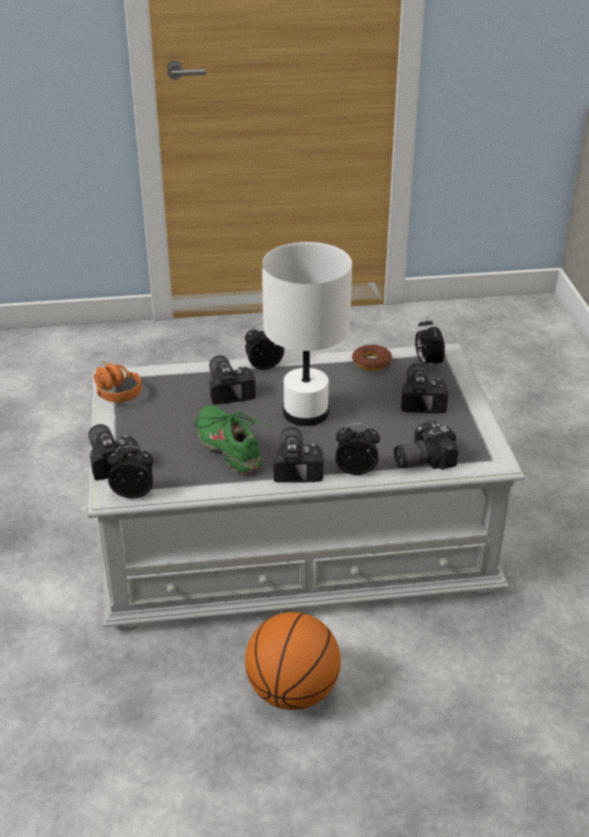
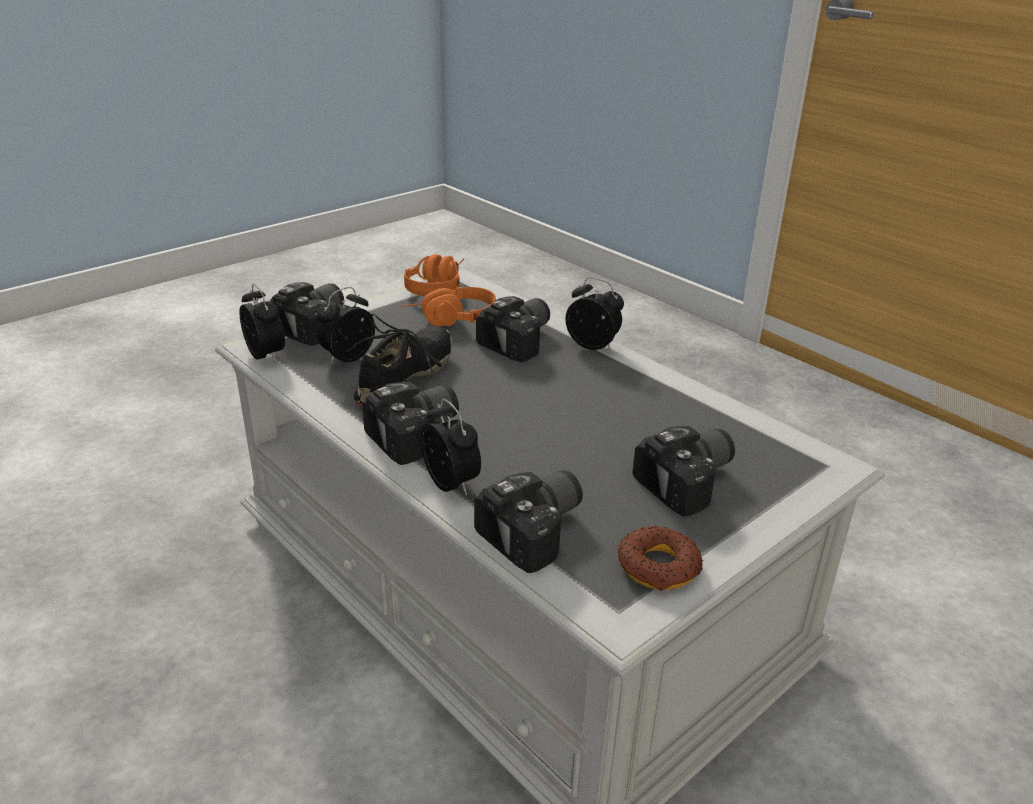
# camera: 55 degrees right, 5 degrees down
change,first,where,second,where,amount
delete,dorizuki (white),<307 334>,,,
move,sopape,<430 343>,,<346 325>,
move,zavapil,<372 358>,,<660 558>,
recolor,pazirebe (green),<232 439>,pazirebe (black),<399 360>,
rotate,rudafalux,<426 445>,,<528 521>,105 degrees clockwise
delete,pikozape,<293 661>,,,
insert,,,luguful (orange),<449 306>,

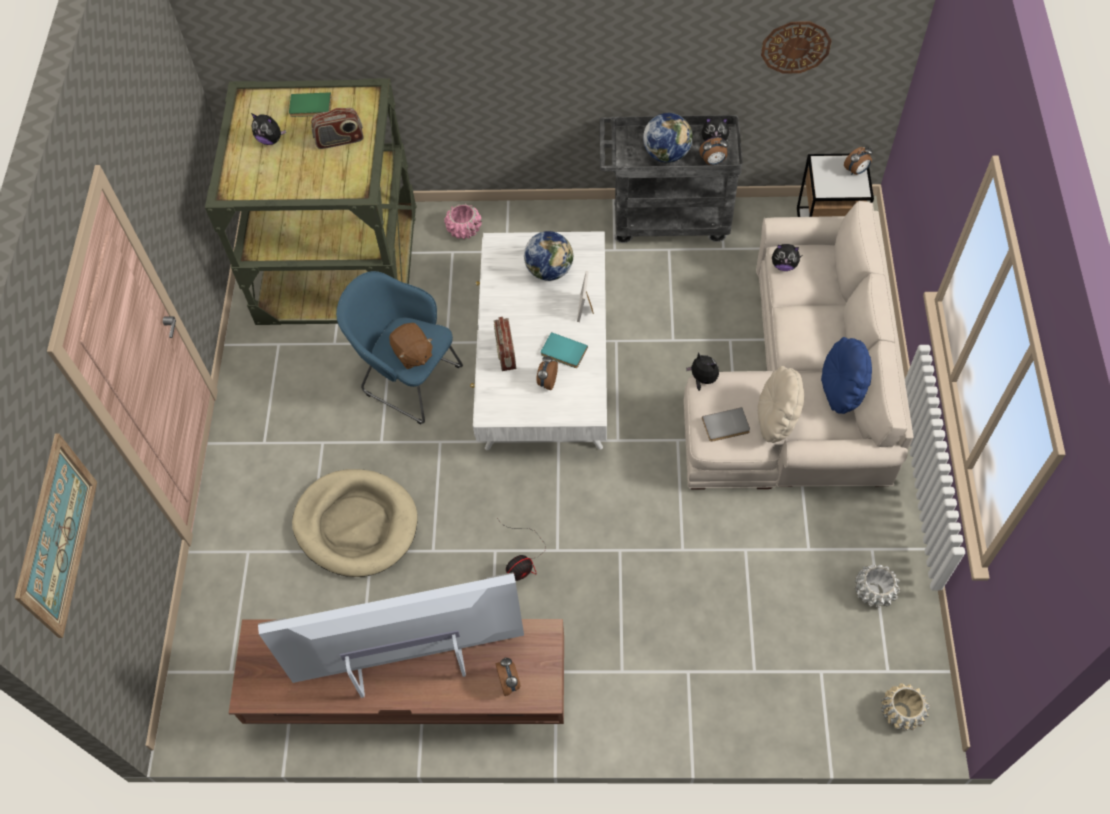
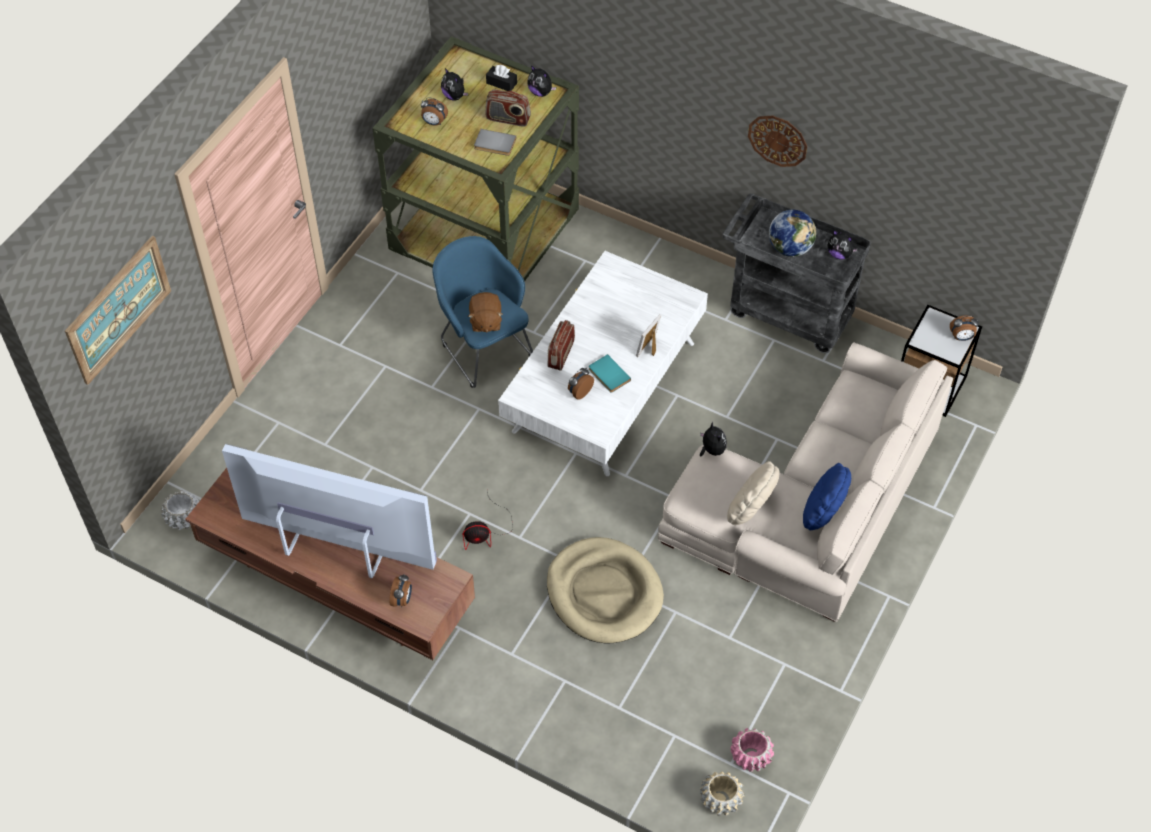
# camera: 25 degrees right, 5 degrees down
change,first,where,second,where,amount
move,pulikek,<796 47>,,<777 141>,
replace,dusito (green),<310 104>,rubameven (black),<501 78>,
move,sopape,<713 151>,,<434 111>,
move,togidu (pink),<463 221>,,<752 750>,
delete,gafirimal,<548 256>,,,
move,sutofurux,<787 257>,,<542 81>,
move,dusito (grey),<726 424>,,<495 142>,
move,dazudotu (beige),<355 523>,,<605 590>,
move,togidu (white),<877 586>,,<180 510>,

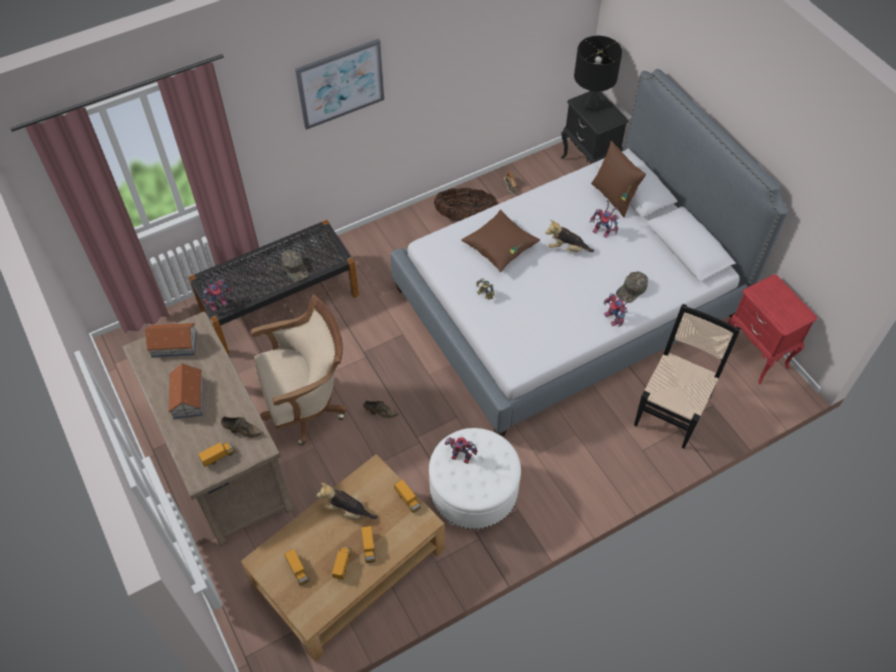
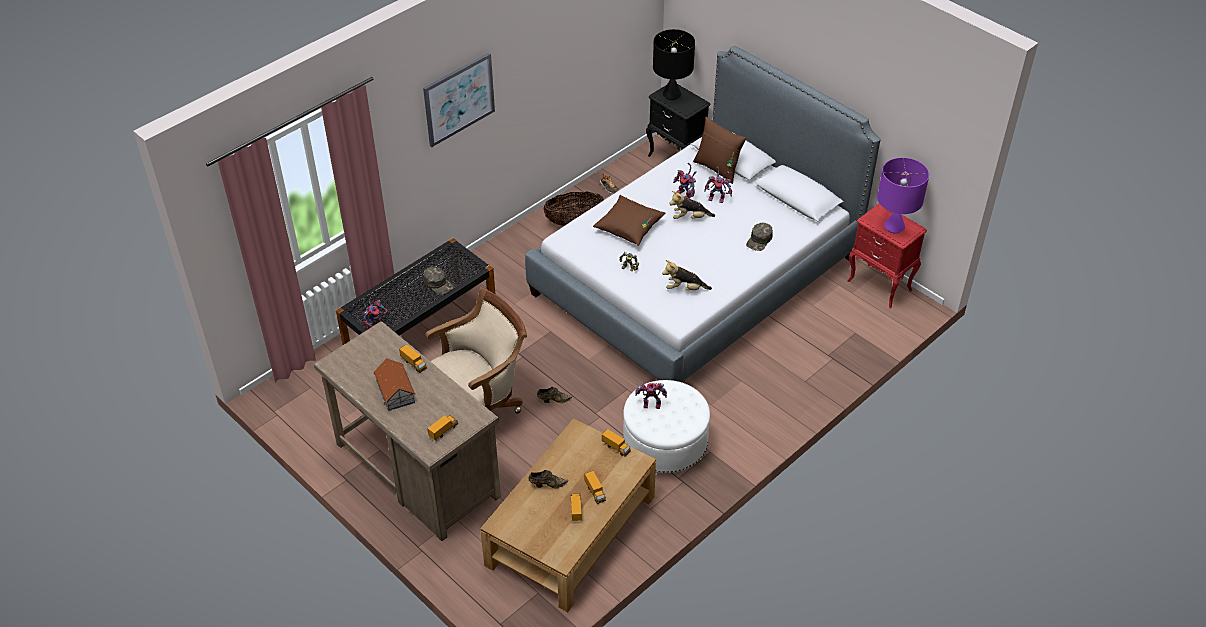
# camera: 15 degrees left, 10 degrees down
change,first,where,second,where,amount
move,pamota,<617 308>,,<685 180>,
delete,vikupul,<687 376>,,,
delete,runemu,<171 340>,,,
move,pazirebe (brown),<242 427>,,<548 479>,
move,sutofurux,<347 501>,,<687 275>,
move,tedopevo,<296 567>,,<413 358>,
insert,,,dorizuki (purple),<903 195>,

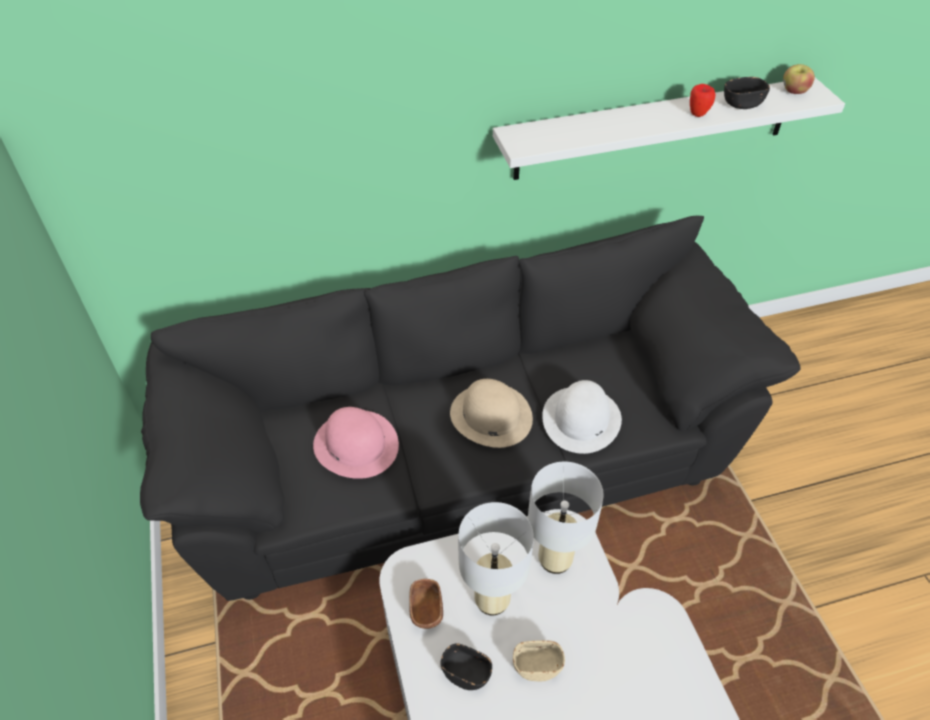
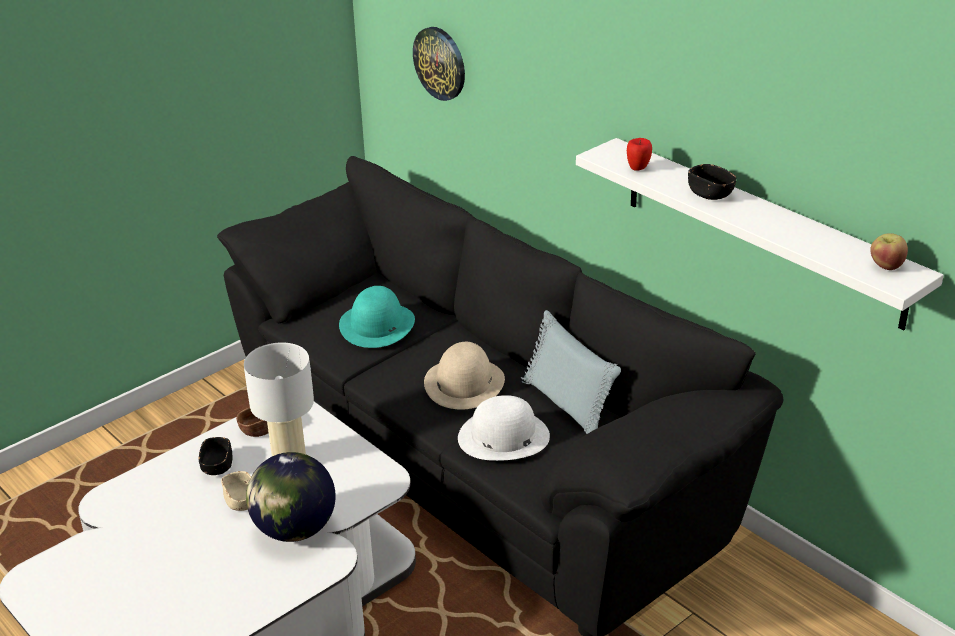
# camera: 65 degrees right, 15 degrees down
change,first,where,second,where,amount
move,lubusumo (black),<747 93>,,<712 182>,
move,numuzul,<703 100>,,<639 154>,
recolor,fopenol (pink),<356 443>,fopenol (turquoise),<377 317>,
delete,dorizuki (white),<566 517>,,,
insert,,,pulikek,<439 64>,
insert,,,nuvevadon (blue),<571 372>,
insert,,,gafirimal,<290 497>,

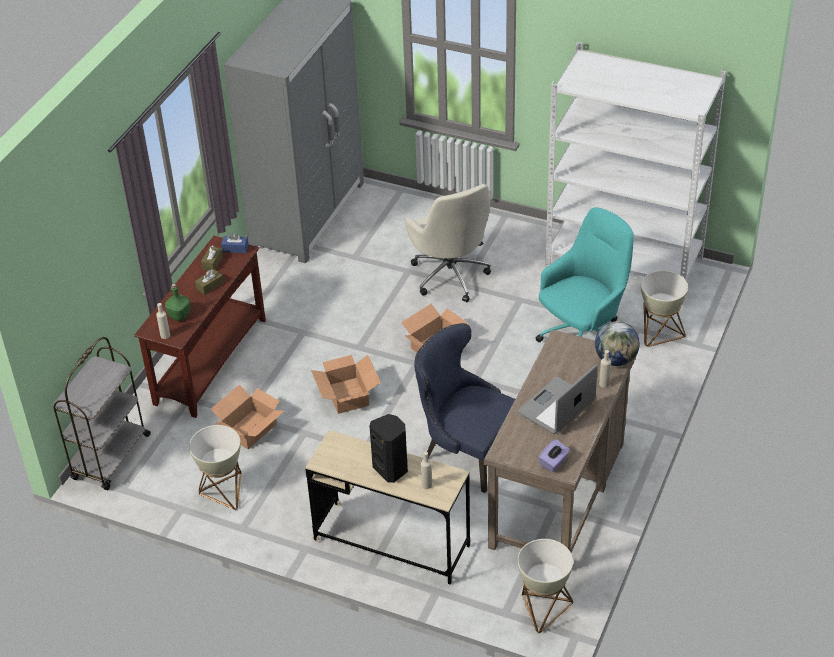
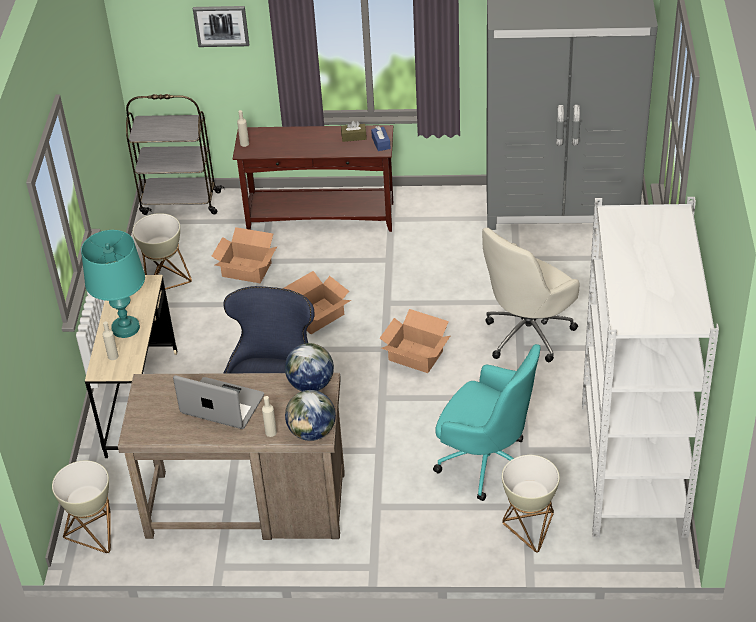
# camera: 70 degrees right, 0 degrees up
change,first,where,second,where,amount
delete,rubameven (brown),<209 282>,,,
delete,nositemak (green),<177 302>,,,
replace,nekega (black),<389 448>,dorizuki (turquoise),<113 284>,
delete,rubameven (purple),<554 455>,,,
insert,,,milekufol,<221 26>,
insert,,,gafirimal,<309 367>,

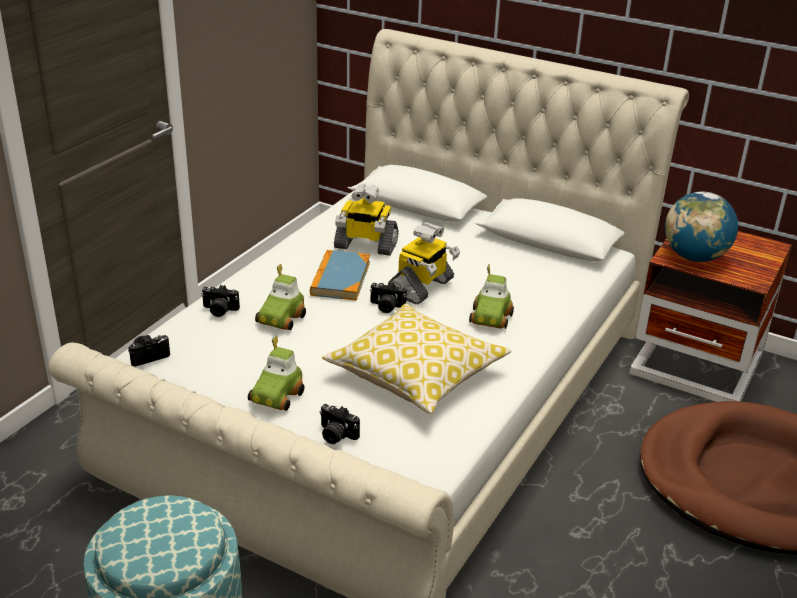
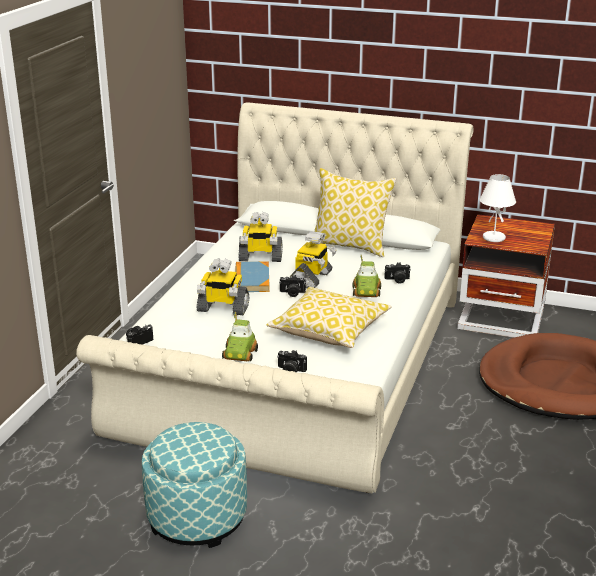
# camera: 10 degrees left, 5 degrees down
change,first,where,second,where,amount
replace,gafirimal,<701 227>,dorizuki (white),<497 208>,
replace,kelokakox,<280 297>,pamota,<223 286>,
move,rudafalux,<220 301>,,<397 273>,
insert,,,nuvevadon,<355 212>,

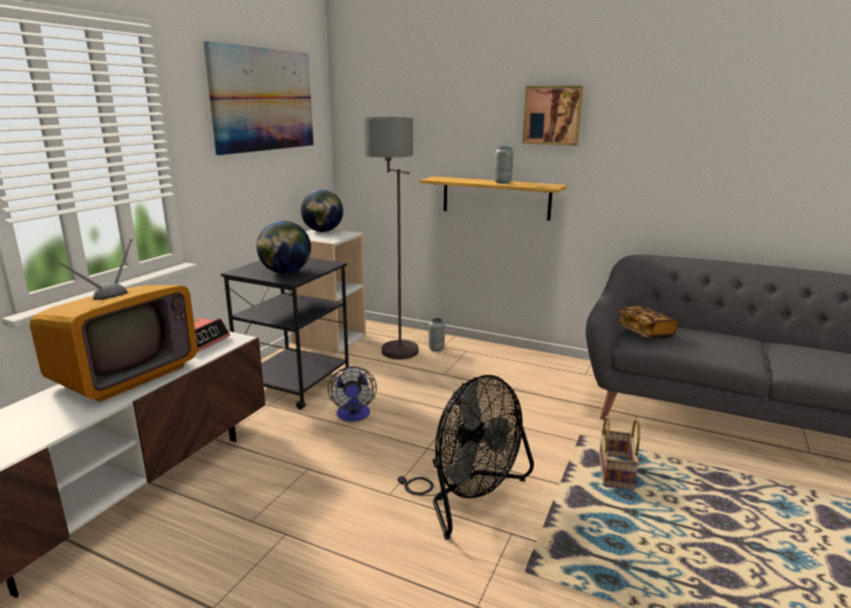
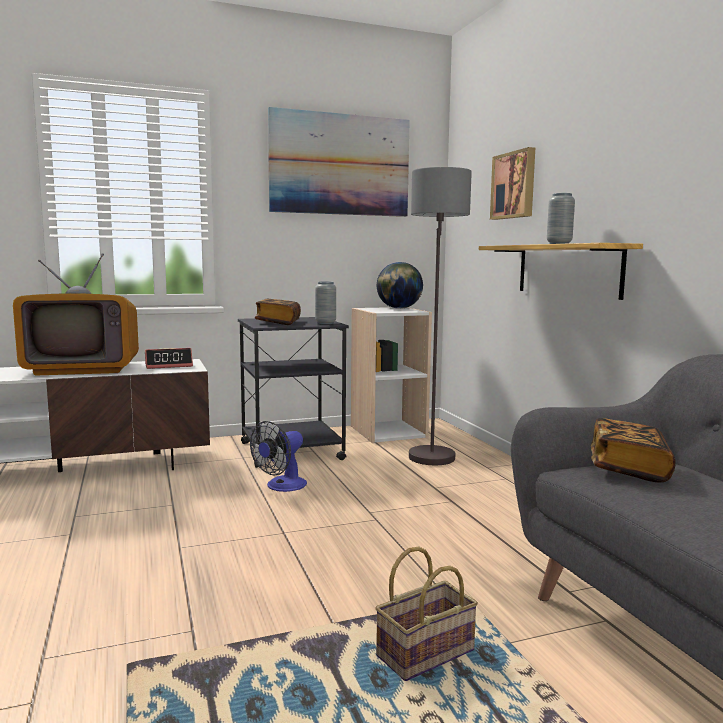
# camera: 45 degrees right, 10 degrees down
change,first,where,second,where,amount
move,milekufol,<553 116>,,<512 183>,
replace,gafirimal,<284 247>,dusito,<278 312>,
move,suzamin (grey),<436 335>,,<325 303>,
delete,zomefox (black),<466 457>,,,

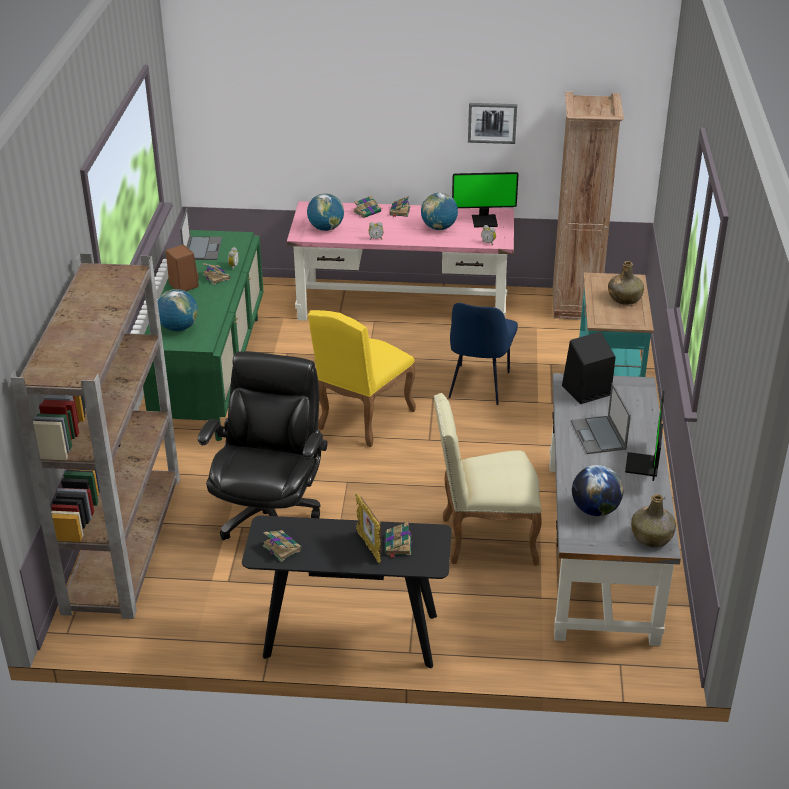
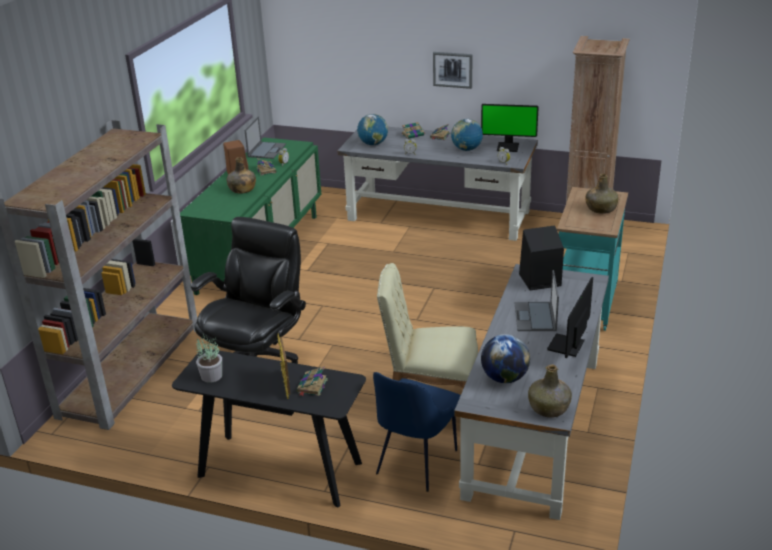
# camera: 15 degrees right, 5 degrees down
change,first,where,second,where,amount
move,milekufol,<492 123>,,<452 70>,
recolor,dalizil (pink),<400 261>,dalizil (grey),<438 184>,
delete,gafirimal,<178 310>,,,
move,vikupul (blue),<483 354>,,<417 432>,
delete,vikupul (yellow),<362 378>,,,
replace,dusito,<282 546>,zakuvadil,<209 358>,
insert,,,nositemak (green),<241 175>,

